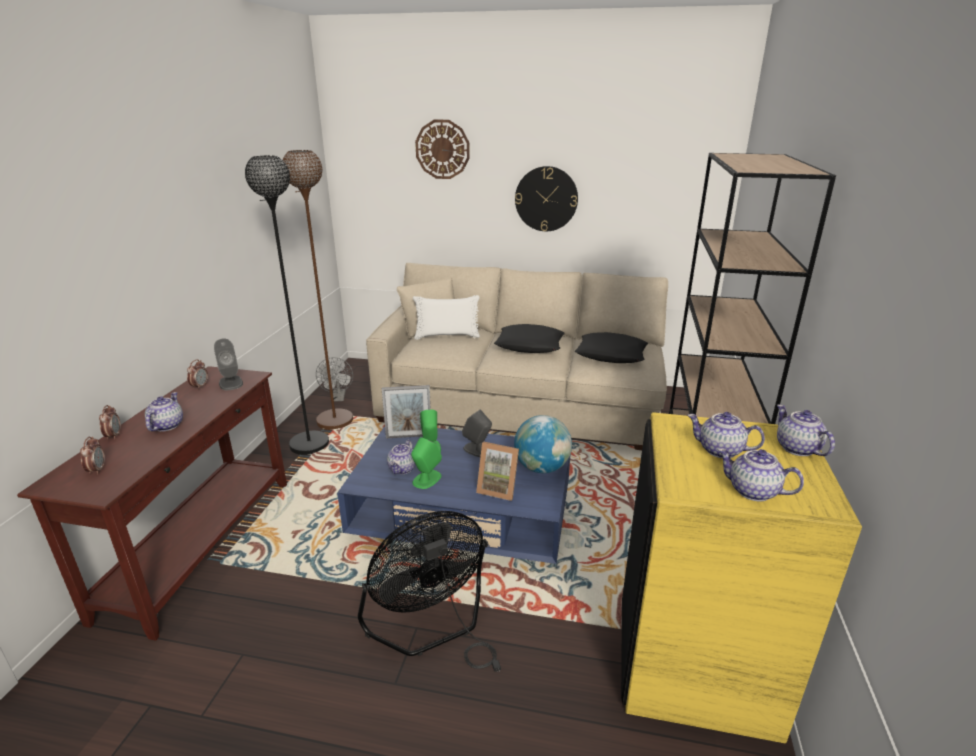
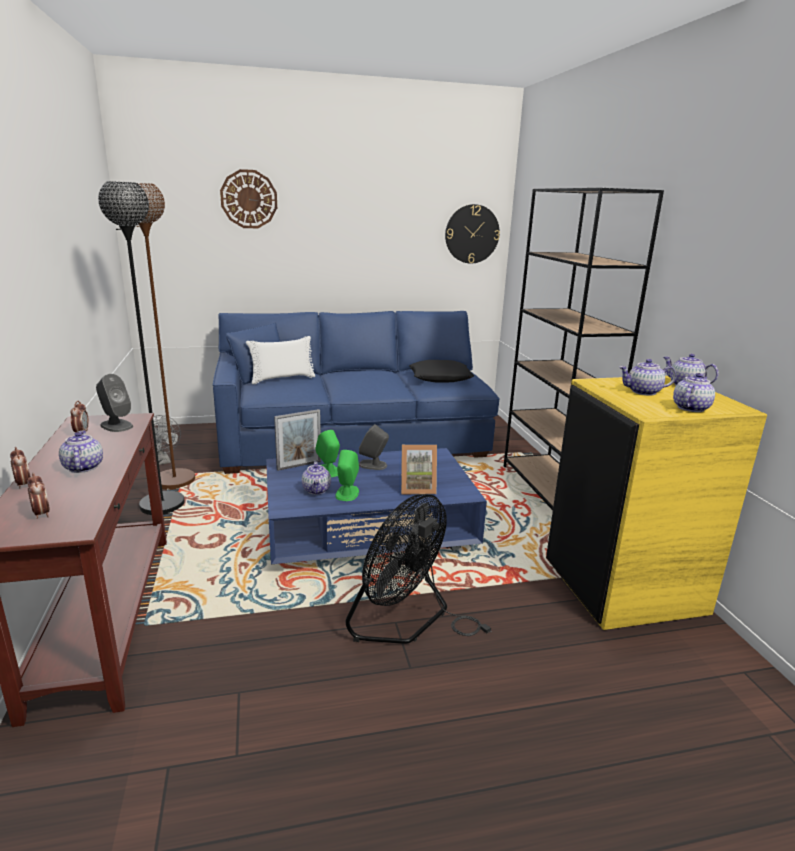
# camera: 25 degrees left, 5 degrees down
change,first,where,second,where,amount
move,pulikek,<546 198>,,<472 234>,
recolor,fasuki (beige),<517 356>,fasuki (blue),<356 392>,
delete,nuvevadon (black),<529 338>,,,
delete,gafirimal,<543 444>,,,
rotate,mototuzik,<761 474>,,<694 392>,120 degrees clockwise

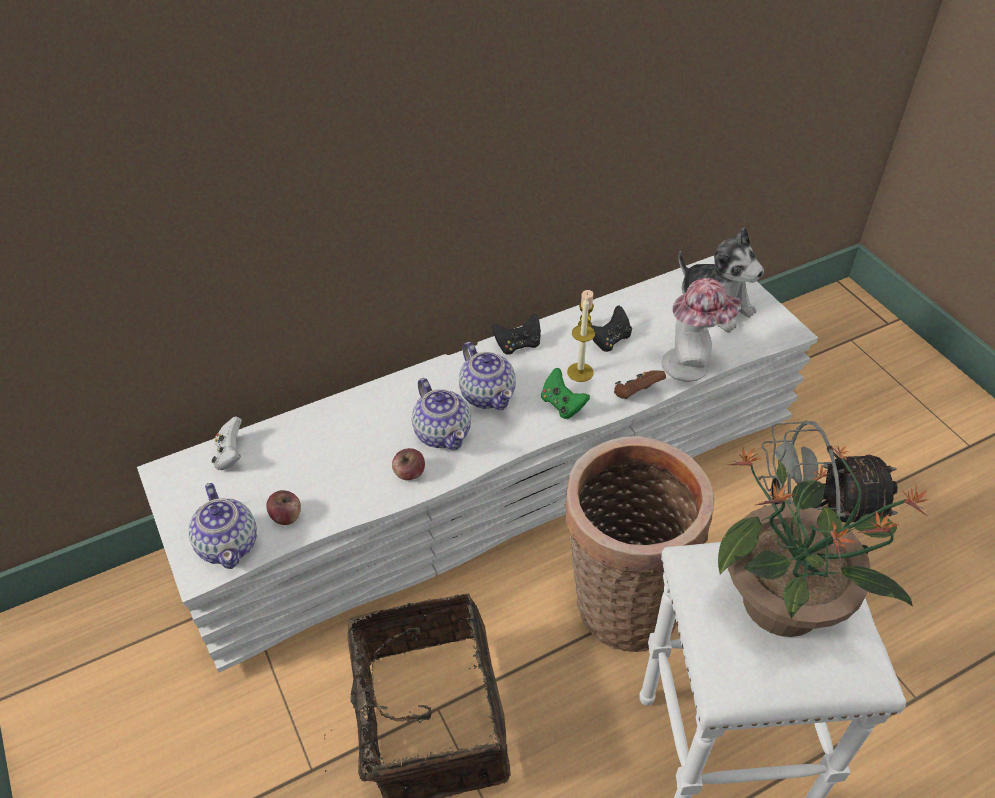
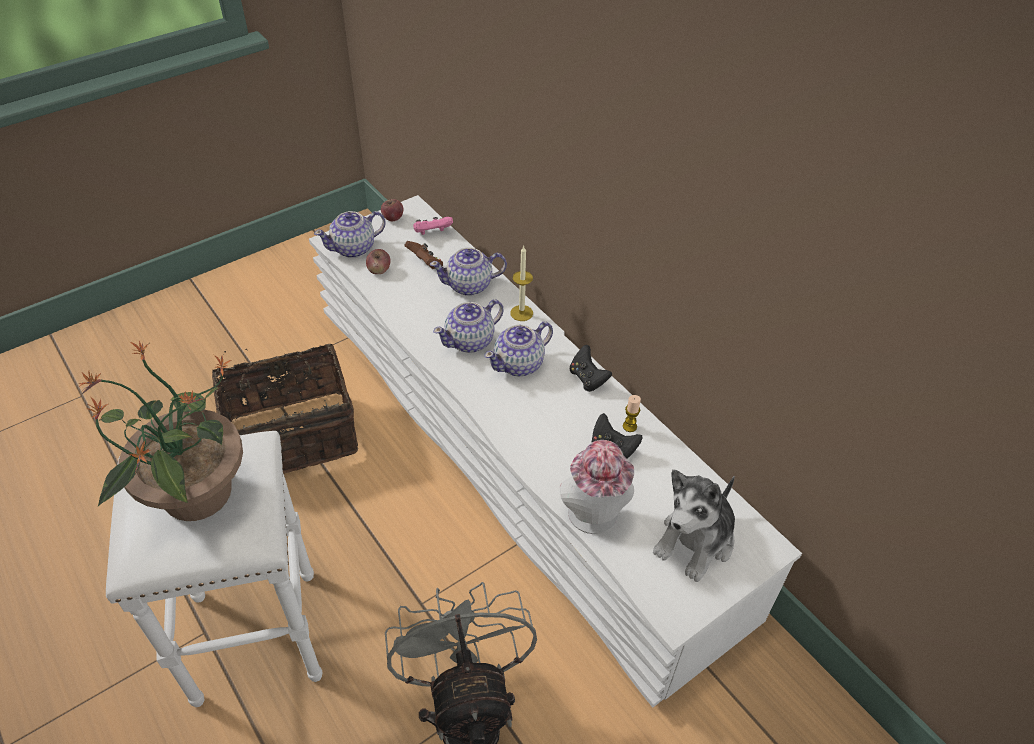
# camera: 80 degrees right, 0 degrees up
change,first,where,second,where,amount
move,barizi,<581 339>,,<521 283>,
delete,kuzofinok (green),<565 393>,,,
move,kuzofinok (brown),<640 384>,,<424 255>,
recolor,kuzofinok (white),<227 443>,kuzofinok (pink),<433 226>,
delete,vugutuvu,<639 544>,,,
move,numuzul,<408 464>,,<392 209>,
insert,,,mototuzik,<468 272>,

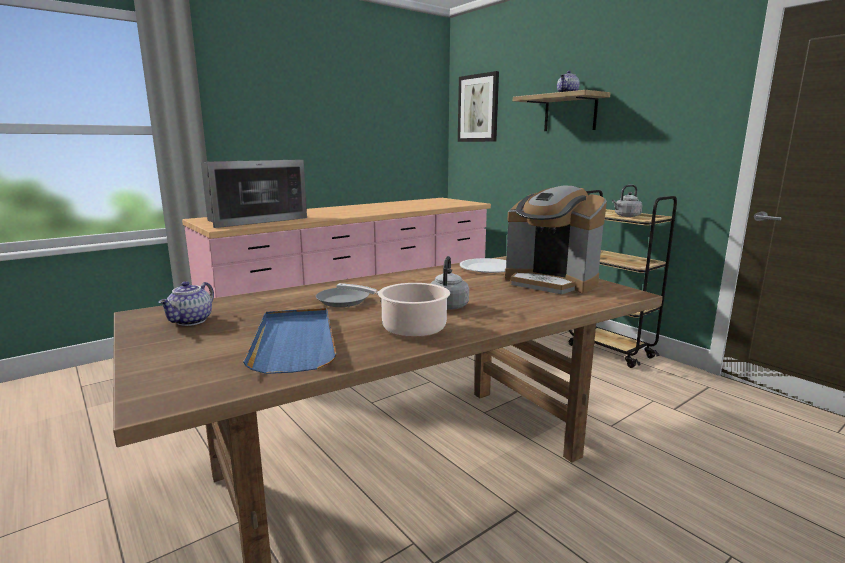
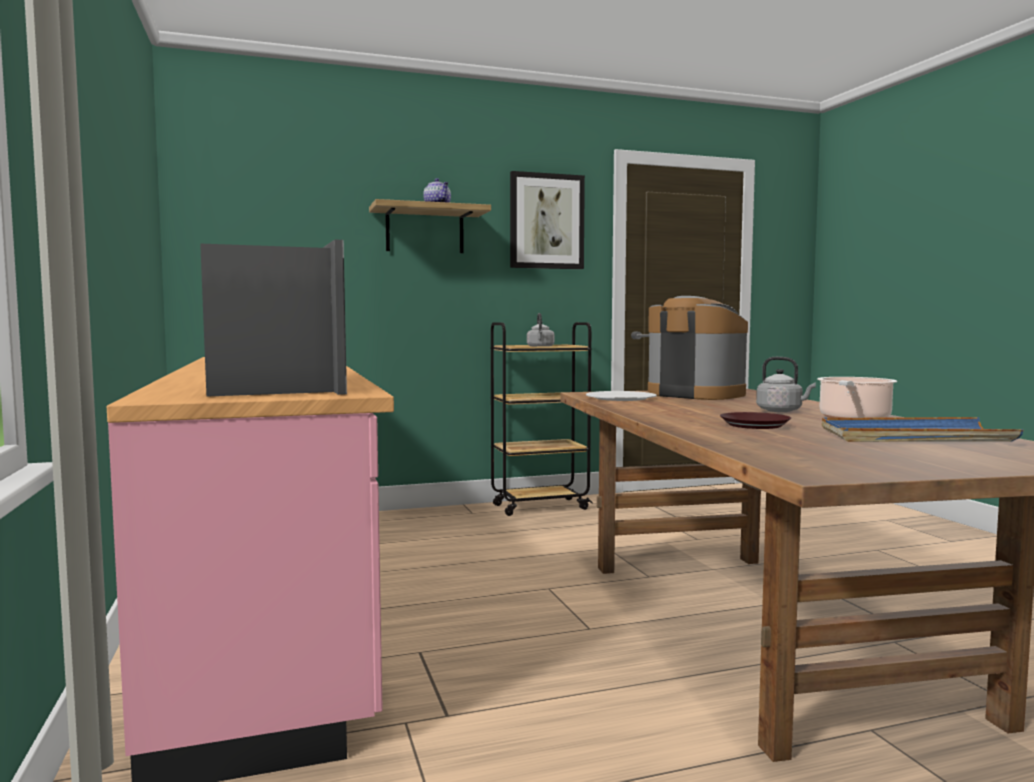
# camera: 70 degrees left, 10 degrees down
change,first,where,second,where,amount
move,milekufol,<478 106>,,<547 220>,
rotate,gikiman,<556 240>,,<698 348>,105 degrees counterclockwise
delete,mototuzik,<186 303>,,,
recolor,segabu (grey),<342 297>,segabu (brown),<755 420>,

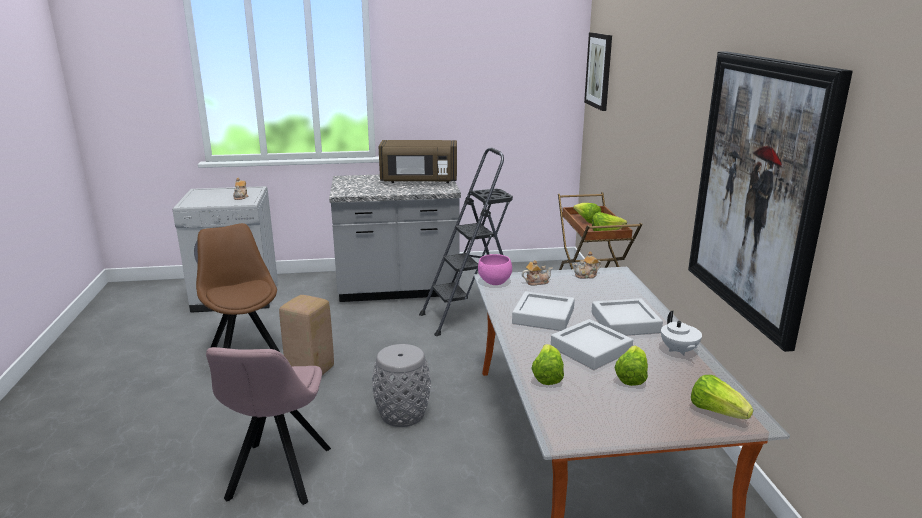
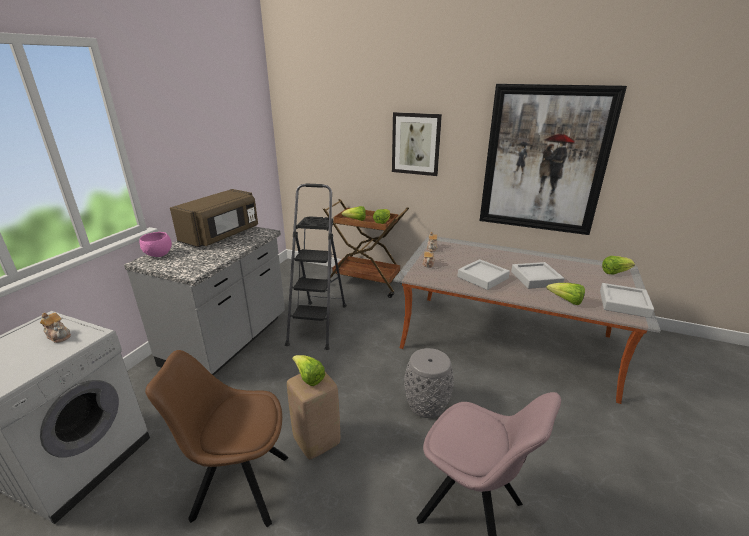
# camera: 60 degrees left, 5 degrees up
change,first,where,second,where,amount
move,milekufol,<598 72>,,<417 144>,
move,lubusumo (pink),<495 269>,,<155 244>,
move,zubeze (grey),<627 317>,,<627 300>,
delete,mototuzik (white),<681 333>,,,
move,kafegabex,<631 366>,,<308 370>,

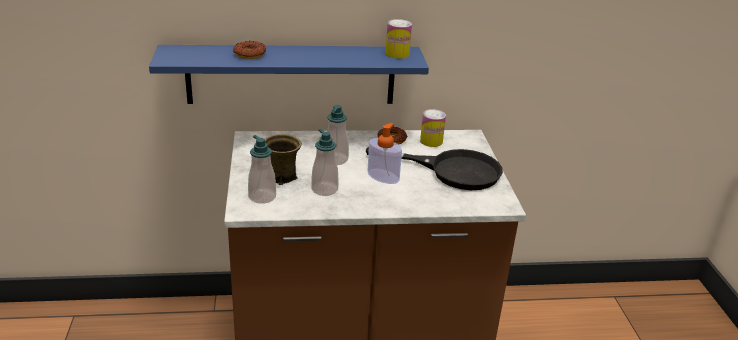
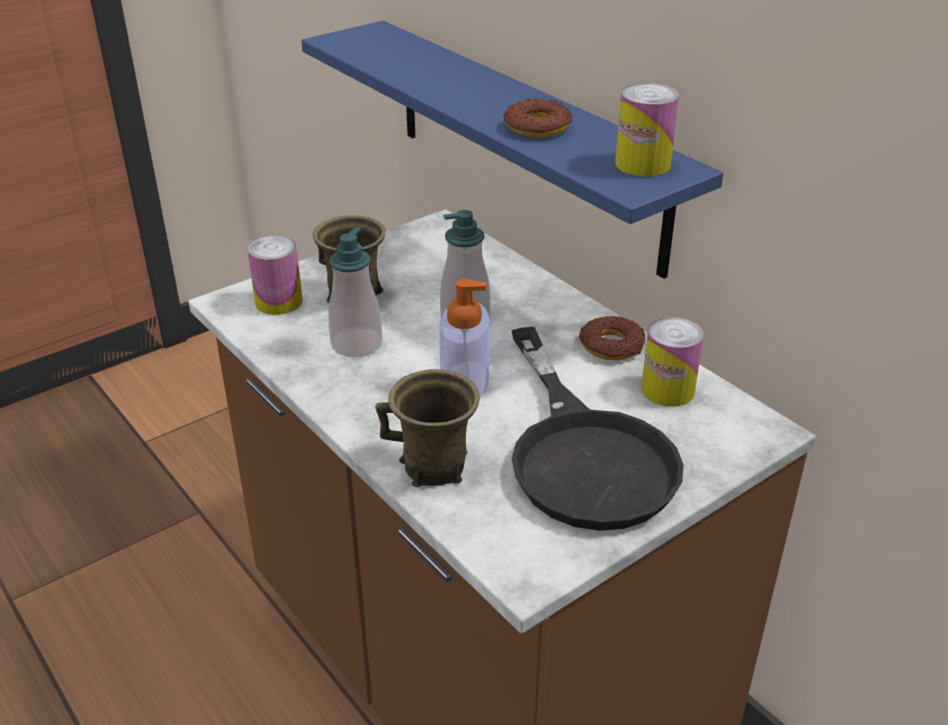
# camera: 60 degrees right, 5 degrees up
change,first,where,second,where,amount
move,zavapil,<249 50>,,<538 117>,
replace,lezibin,<262 169>,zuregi,<275 275>,
insert,,,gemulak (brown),<427 428>,

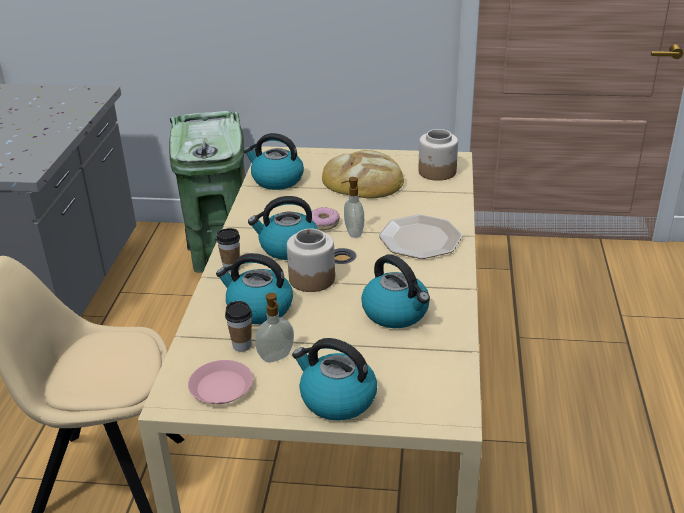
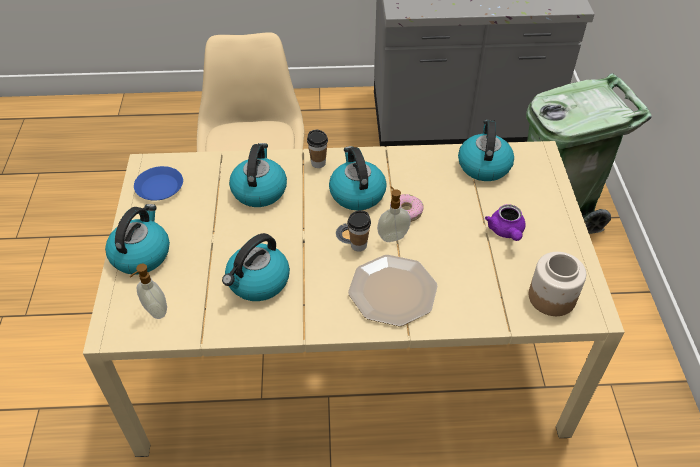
# camera: 80 degrees right, 15 degrees up
change,first,where,second,where,amount
replace,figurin,<363 174>,mototuzik (purple),<505 222>,
delete,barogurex,<311 260>,,,
move,lezibin,<274 328>,,<148 291>,
move,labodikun,<238 326>,,<359 231>,
recolor,segabu (pink),<220 382>,segabu (blue),<158 183>,

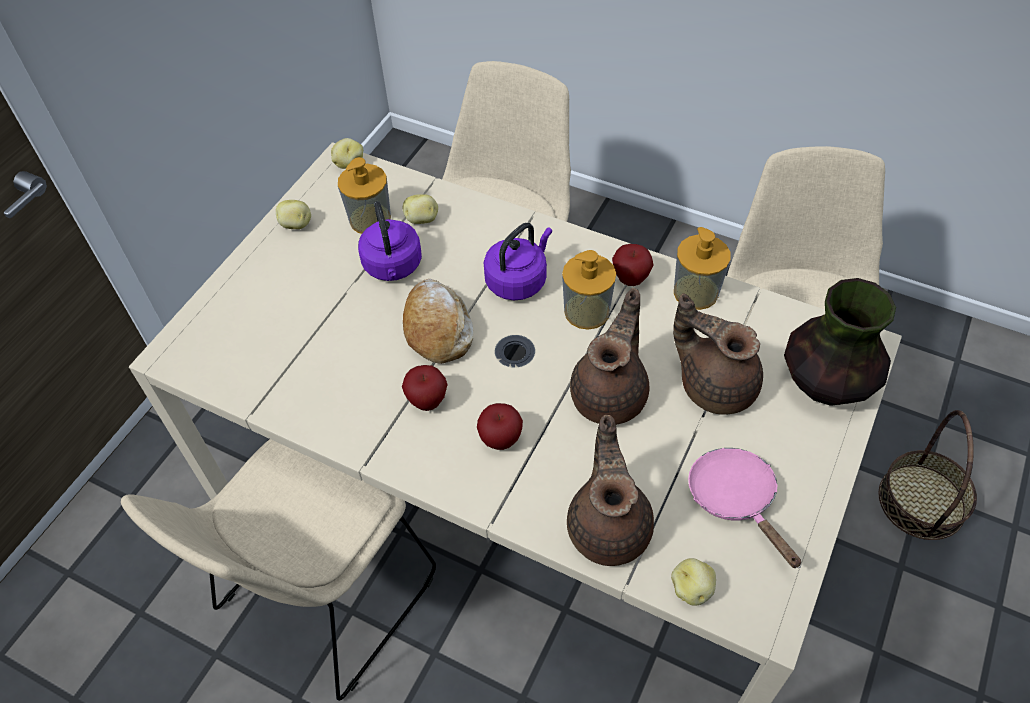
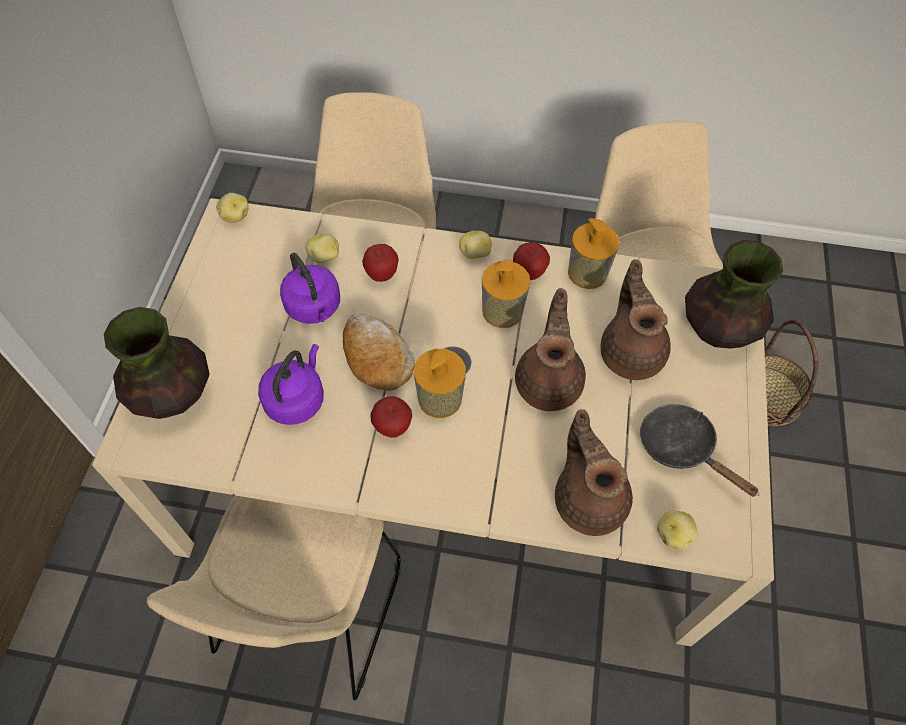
# camera: 20 degrees left, 5 degrees up
change,first,where,second,where,amount
move,lezibin,<364 195>,,<440 383>,
move,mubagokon,<293 214>,,<475 245>,
move,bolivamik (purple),<518 261>,,<291 384>,
rotate,mototuzik (brown),<718 354>,,<635 319>,60 degrees clockwise
move,numuzul,<500 426>,,<380 263>,
recolor,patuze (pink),<744 508>,patuze (black),<699 450>,
insert,,,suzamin,<156 363>,

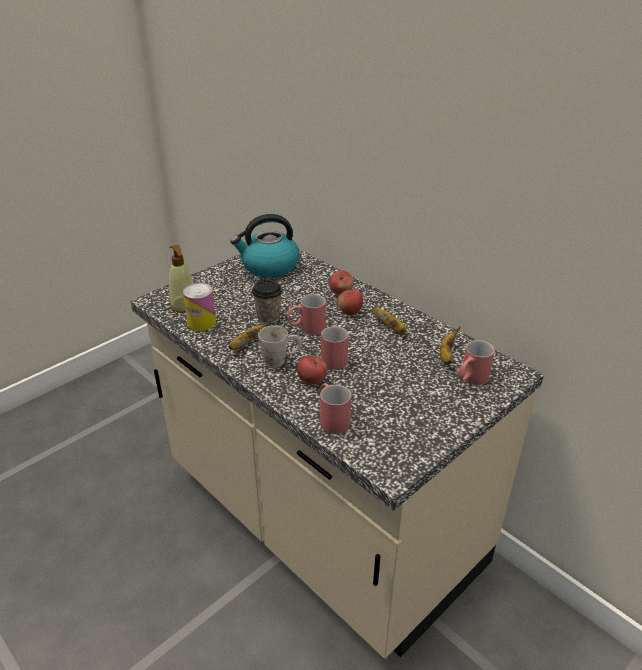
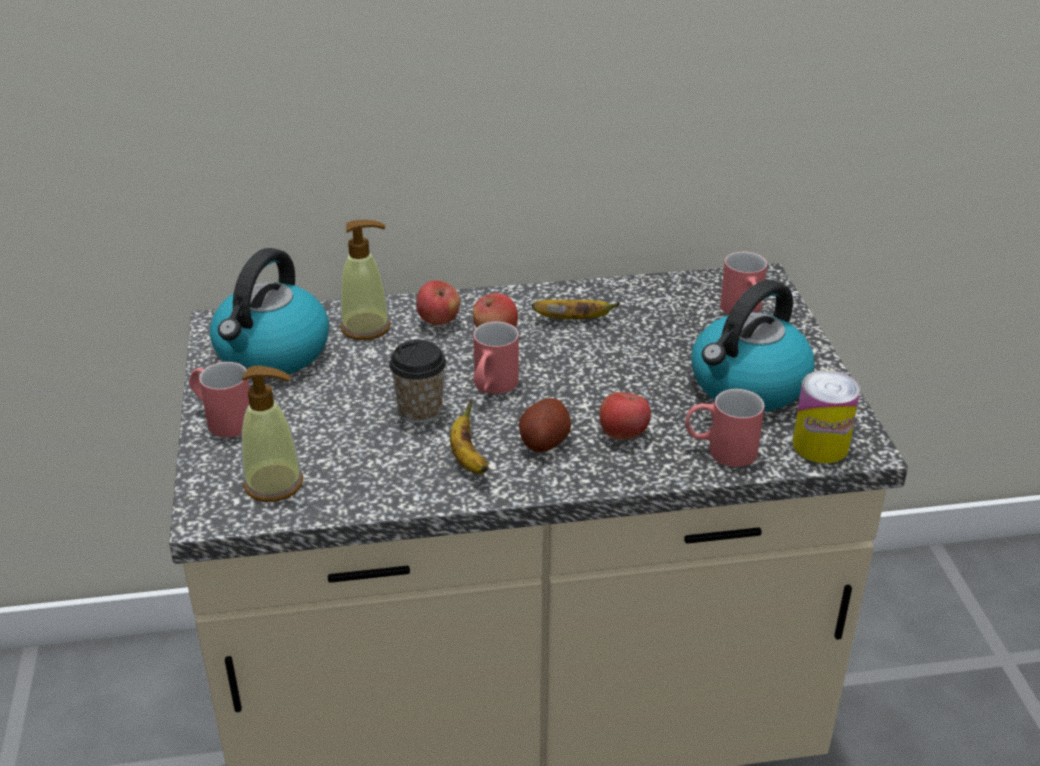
# camera: 55 degrees left, 0 degrees up
change,first,where,second,where,amount
move,zuregi,<199 307>,,<826 416>,
replace,gemulak (white),<280 346>,mubagokon,<545 425>,
move,gemulak (red),<335 347>,,<219 400>,
delete,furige,<450 345>,,,
insert,,,lezibin,<365 280>,
insert,,,bolivamik,<753 345>,

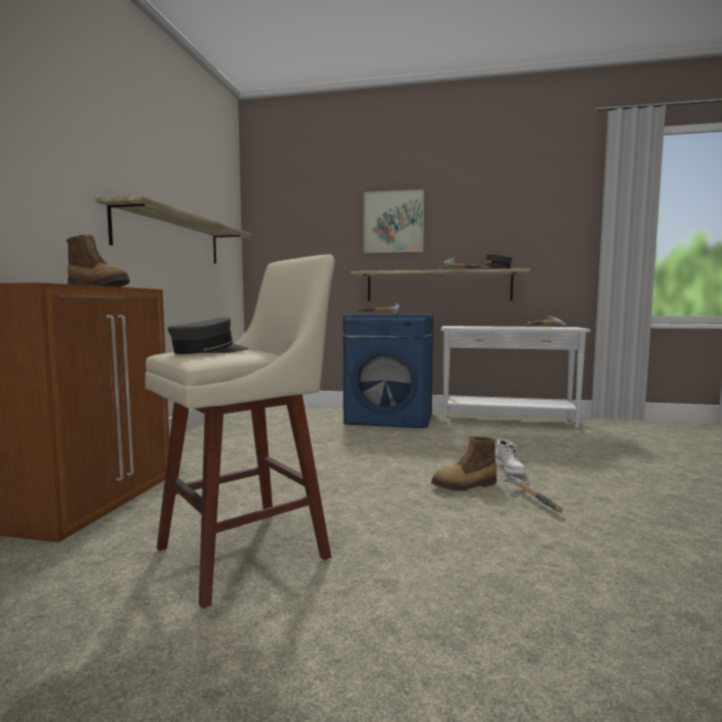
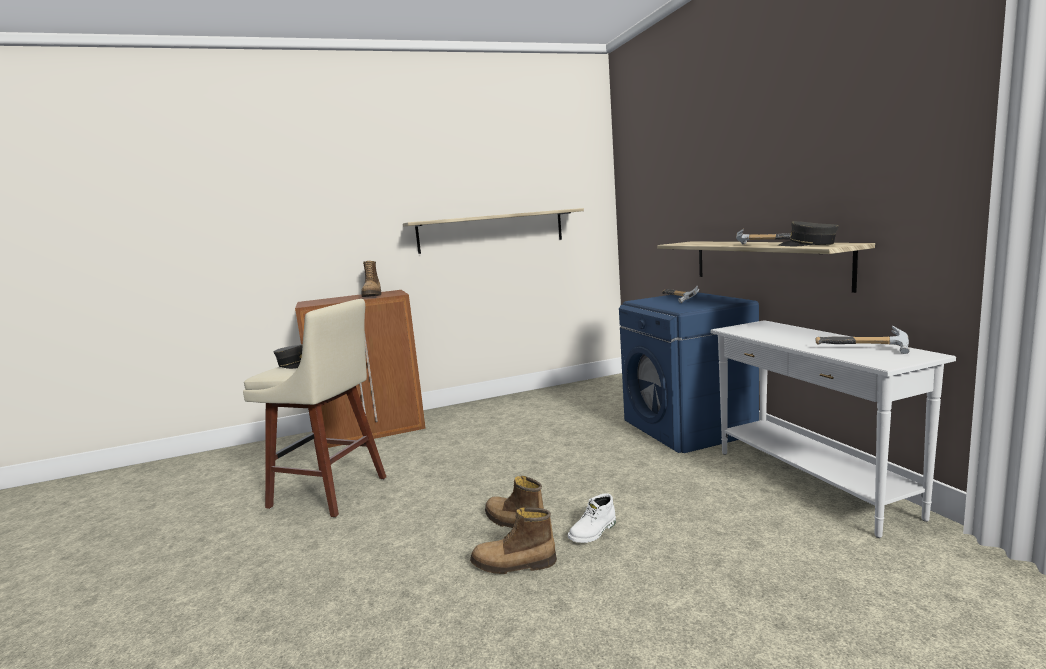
# camera: 60 degrees right, 5 degrees up
change,first,where,second,where,amount
delete,milekufol,<394 221>,,,
replace,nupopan,<533 493>,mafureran,<513 540>,

